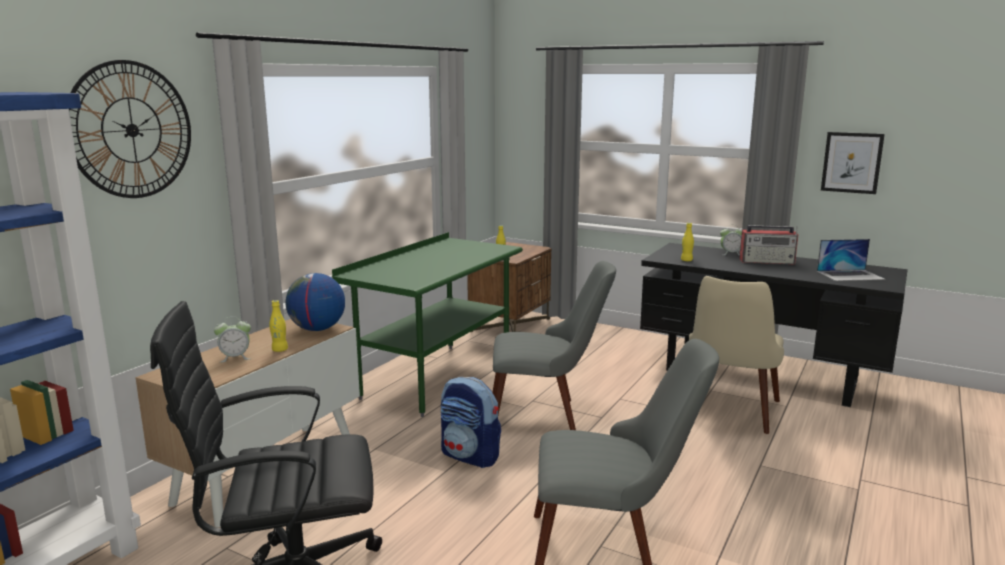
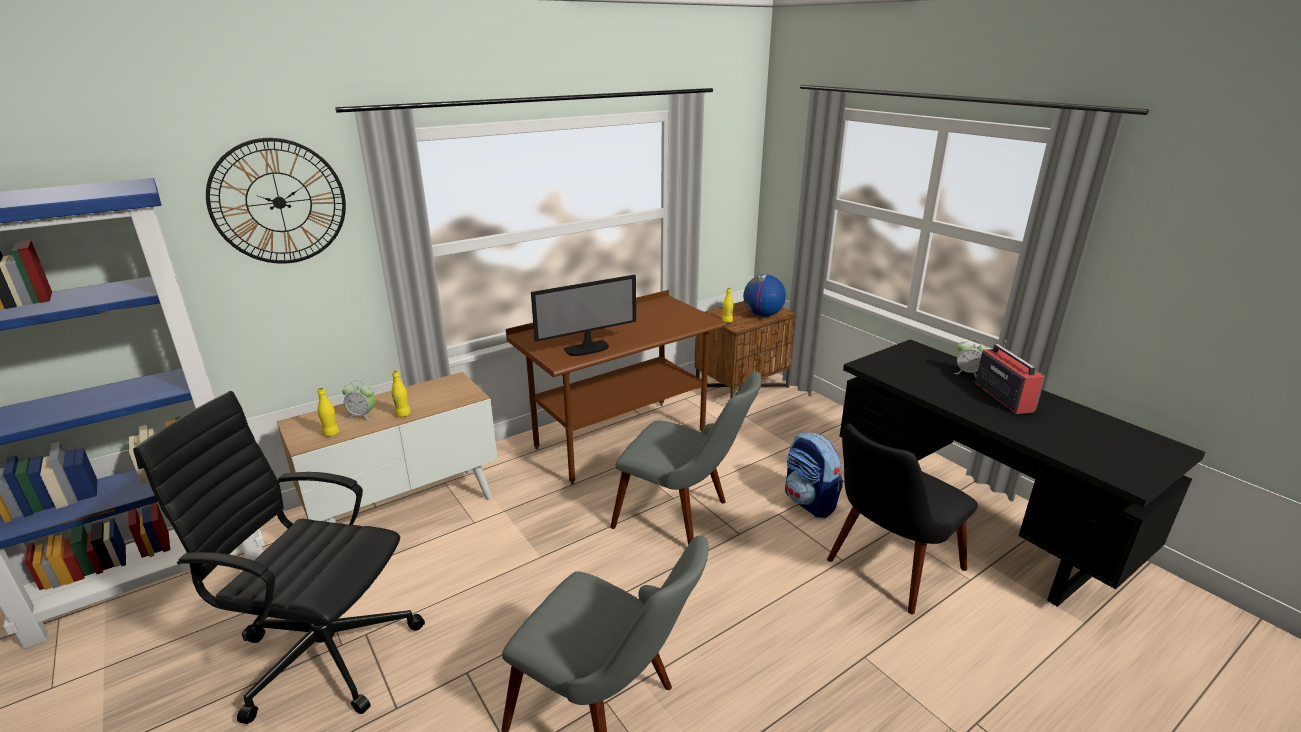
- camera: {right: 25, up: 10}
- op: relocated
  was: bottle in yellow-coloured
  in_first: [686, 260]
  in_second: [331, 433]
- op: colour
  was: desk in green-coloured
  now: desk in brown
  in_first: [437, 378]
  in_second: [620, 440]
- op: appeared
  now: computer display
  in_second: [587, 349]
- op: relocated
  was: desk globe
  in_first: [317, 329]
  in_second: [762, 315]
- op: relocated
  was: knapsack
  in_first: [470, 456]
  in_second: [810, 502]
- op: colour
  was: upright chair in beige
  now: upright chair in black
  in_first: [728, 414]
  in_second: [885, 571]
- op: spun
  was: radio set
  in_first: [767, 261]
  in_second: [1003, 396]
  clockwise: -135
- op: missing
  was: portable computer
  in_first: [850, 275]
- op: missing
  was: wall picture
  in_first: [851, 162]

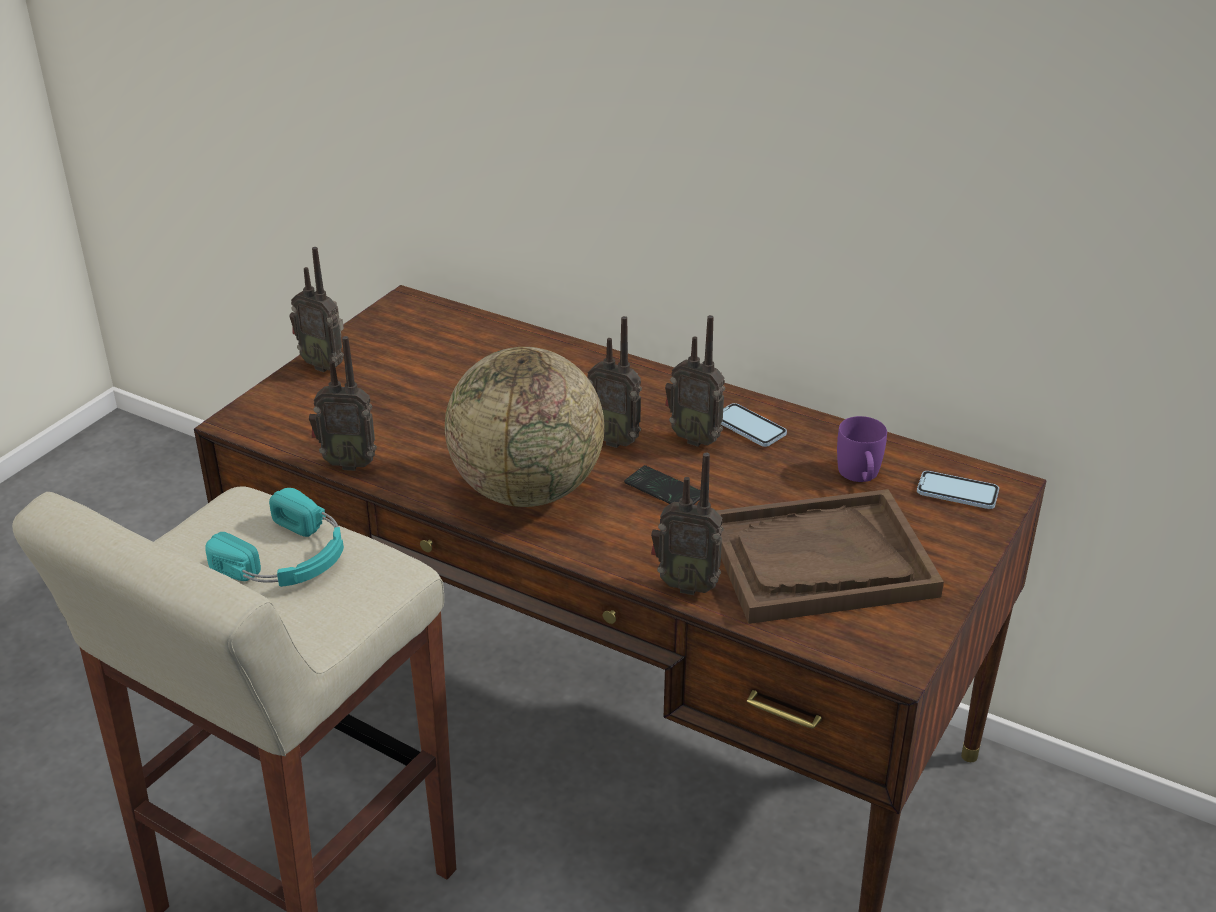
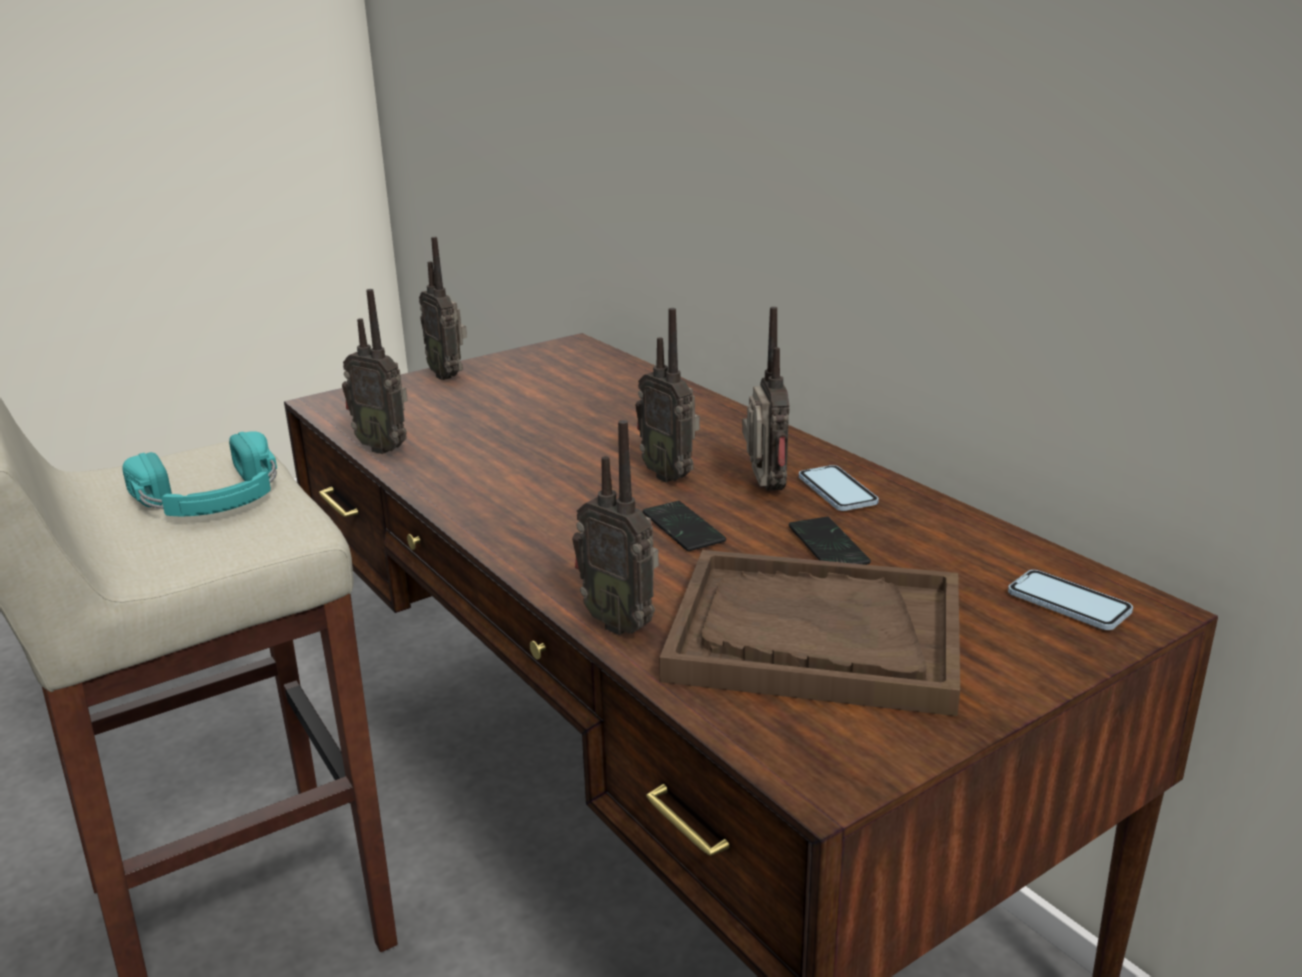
- camera: {right: 25, up: -10}
- op: spun
  was: radio set
  in_first: [695, 438]
  in_second: [764, 489]
  clockwise: -150
- op: appeared
  now: handset
  in_second: [828, 546]
- op: missing
  was: desk globe
  in_first: [527, 490]
- op: missing
  was: mug in purplish
  in_first: [860, 476]

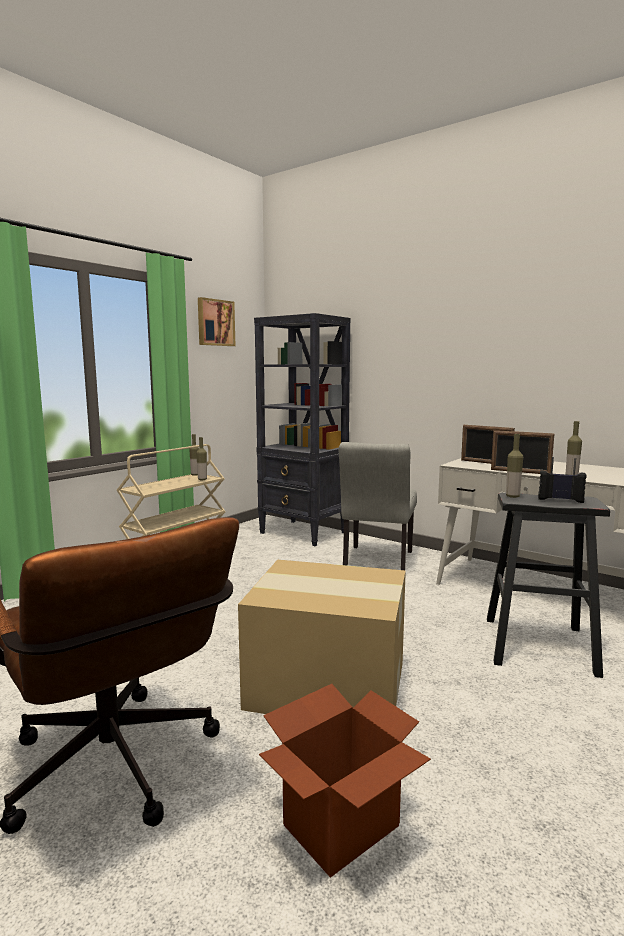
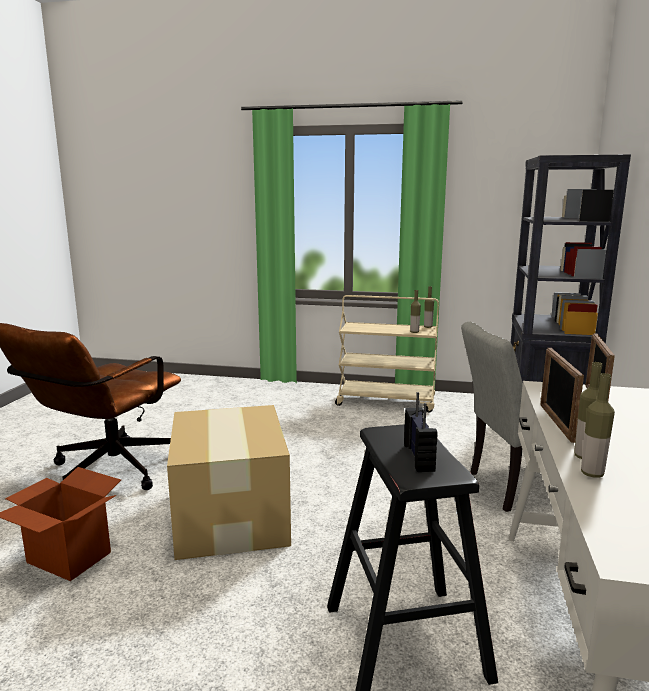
- camera: {right: 65, up: 5}
- op: relocated
  was: bottle
  in_first: [512, 496]
  in_second: [592, 473]
- op: missing
  was: wall picture
  in_first: [215, 322]

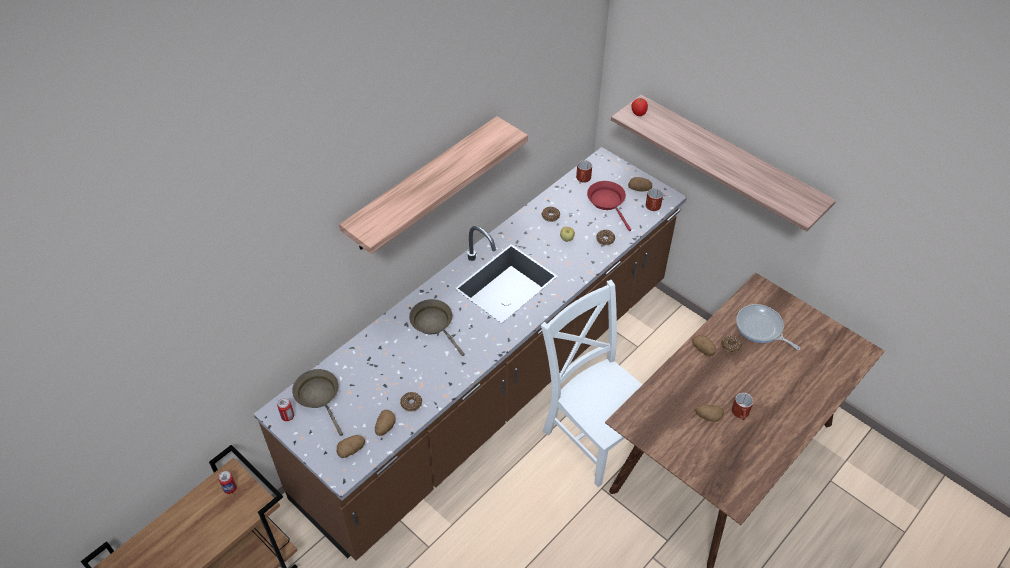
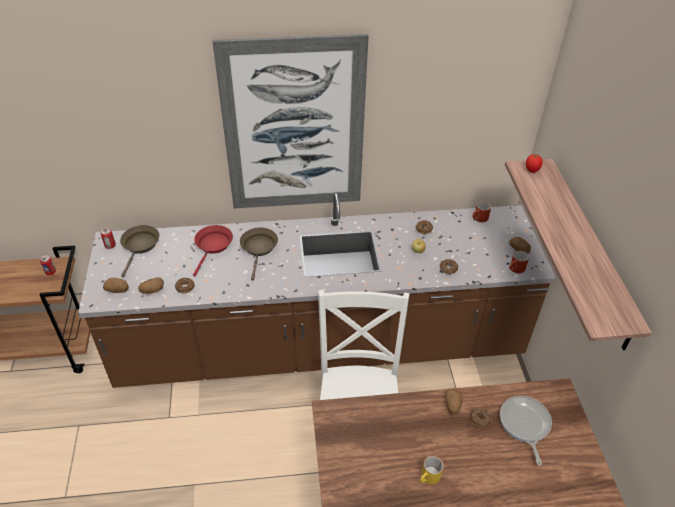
- camera: {right: 40, up: -5}
- op: relocated
  was: skillet in reddish
  in_first: [608, 202]
  in_second: [213, 246]
- op: exchanged
  was: bracket shelf
  now: wall picture
  in_first: [423, 185]
  in_second: [294, 128]
- op: colour
  was: mug in reddish
  now: mug in yellow-coloured
  in_first: [741, 414]
  in_second: [428, 478]
- op: missing
  was: potato
  in_first: [708, 416]

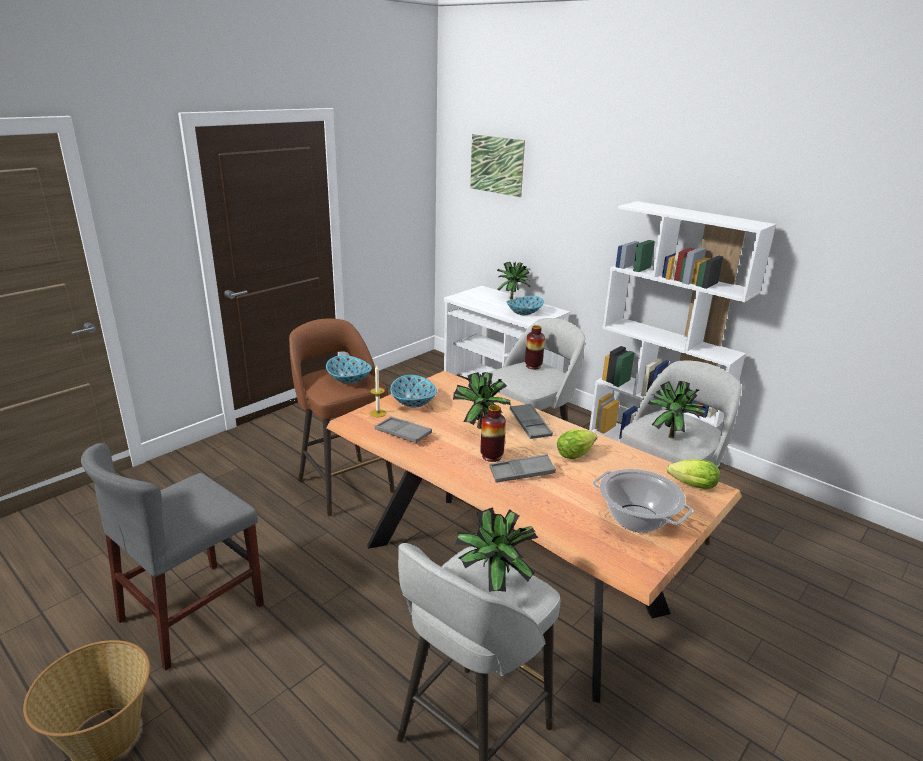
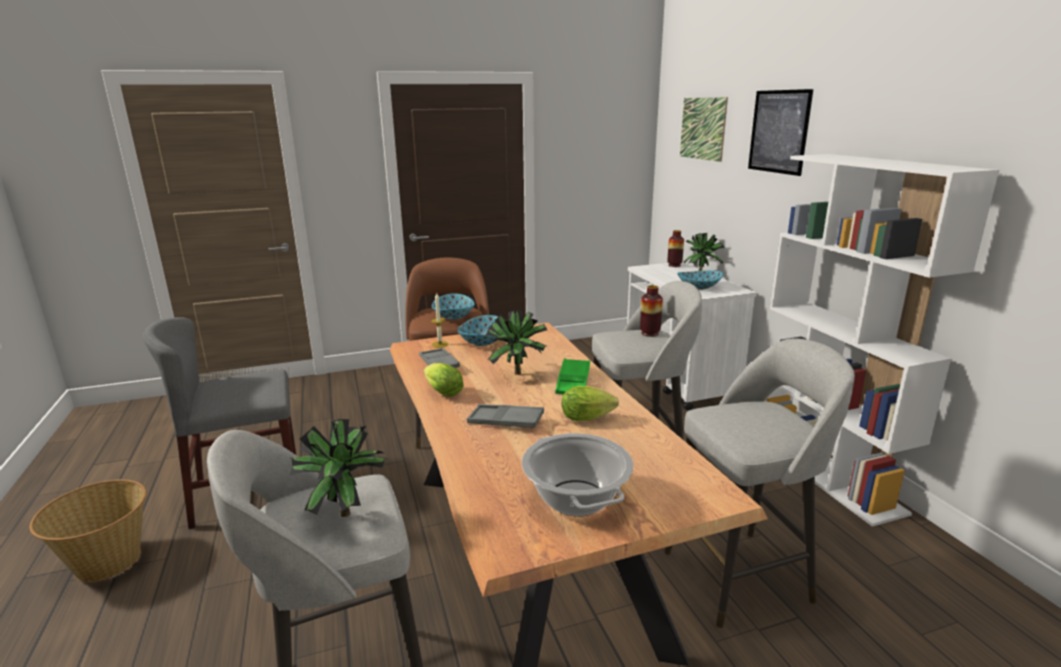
- camera: {right: 30, up: -5}
- op: relocated
  was: head of lettuce
  in_first: [690, 485]
  in_second: [441, 392]
- op: colour
  was: tray in gray
  now: tray in green-coloured
  in_first: [530, 425]
  in_second: [573, 381]
- op: relocated
  was: vase
  in_first: [491, 456]
  in_second: [674, 265]
- op: appeared
  now: wall picture
  in_second: [779, 131]
- op: missing
  was: houseplant
  in_first: [670, 435]

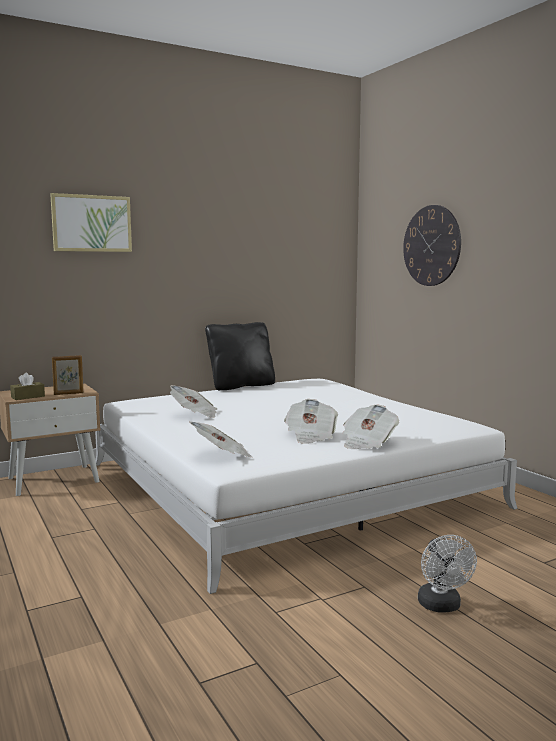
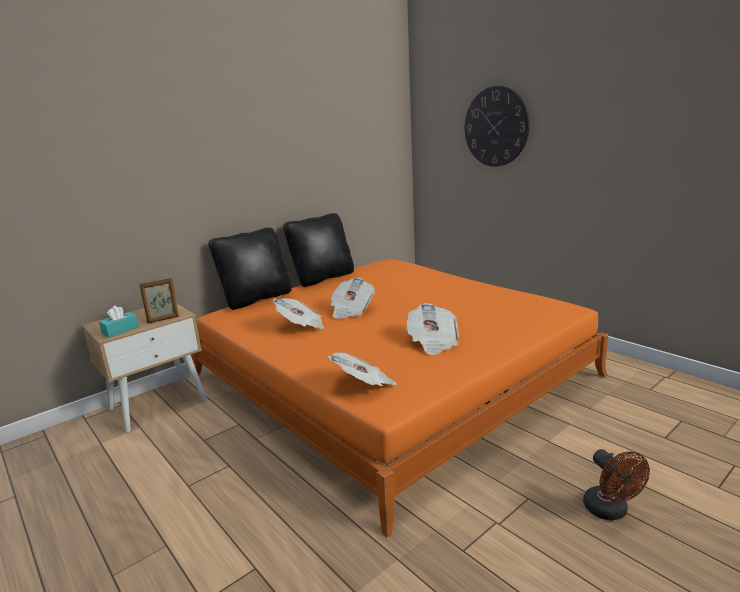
- camera: {right: -10, up: 10}
- op: colour
  was: box of tissues in brown
  now: box of tissues in turquoise-coloured
  in_first: [28, 397]
  in_second: [120, 330]
- op: colour
  was: bed in white-coloured
  now: bed in orange-coloured
  in_first: [284, 484]
  in_second: [390, 376]
- op: appeared
  now: pillow in black
  in_second: [256, 299]
- op: relocated
  was: newspaper
  in_first: [367, 443]
  in_second: [351, 310]
- op: colour
  was: cooling fan in white-coloured
  now: cooling fan in brown
  in_first: [442, 606]
  in_second: [610, 511]
- op: missing
  was: wall picture
  in_first: [92, 223]

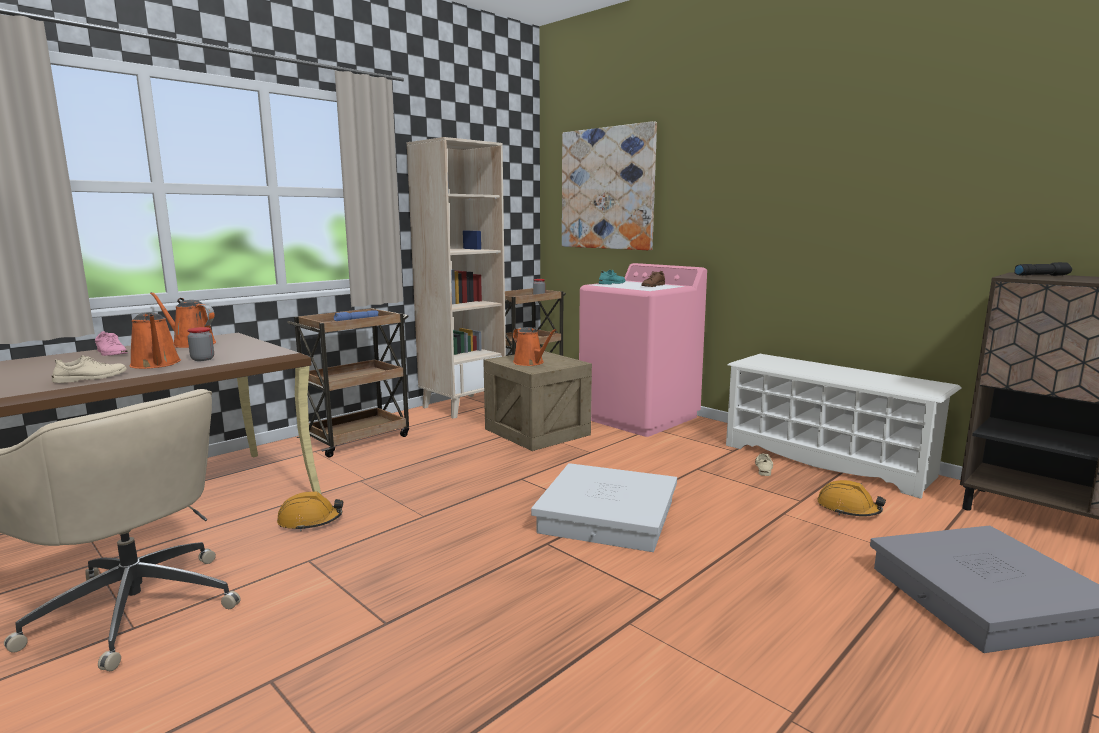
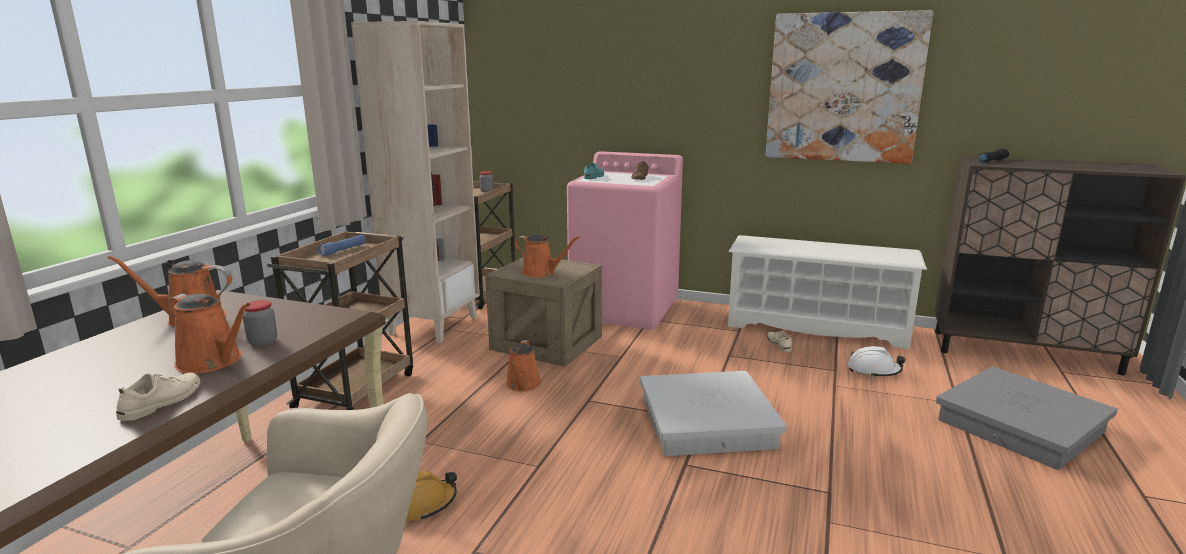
- camera: {right: -25, up: 5}
- op: appeared
  now: watering pot in orange-coloured
  in_second: [522, 385]
- op: relocated
  was: wall picture
  in_first: [607, 189]
  in_second: [843, 88]
- op: colour
  was: safety helmet in orange-coloured
  now: safety helmet in white-coloured
  in_first: [848, 509]
  in_second: [873, 370]
- op: missing
  was: item of footwear in pink-coloured
  in_first: [112, 353]

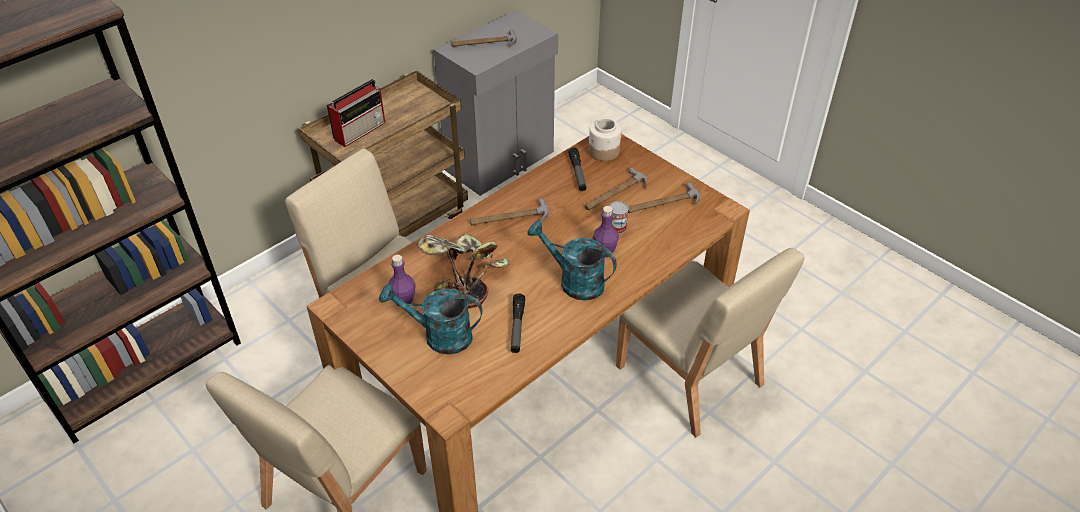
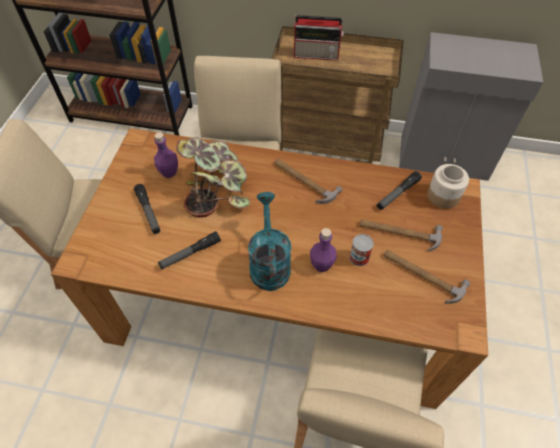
- camera: {right: 55, up: 10}
- op: exchanged
  was: watering pot in turquoise-coloured
  now: hand torch
  in_first: [439, 336]
  in_second: [148, 212]
- op: missing
  was: hand hammer
  in_first: [484, 43]

